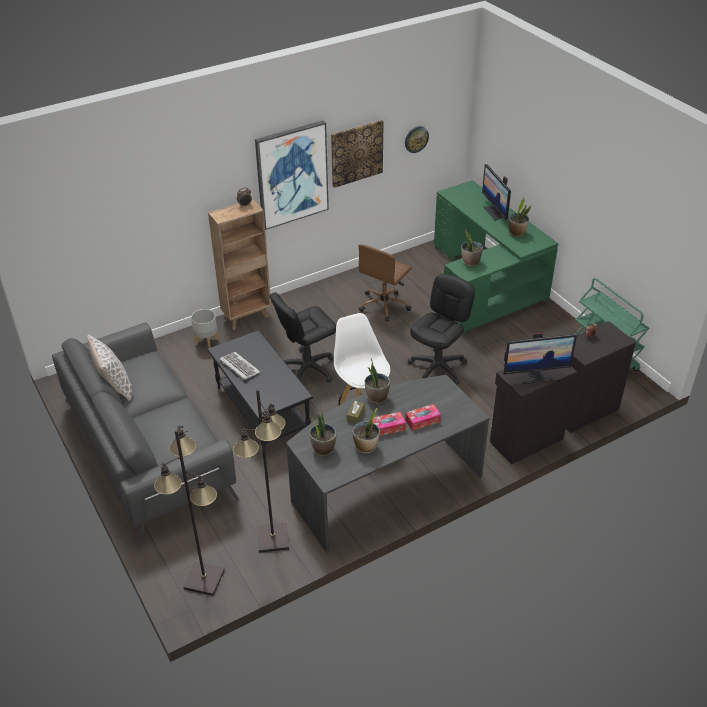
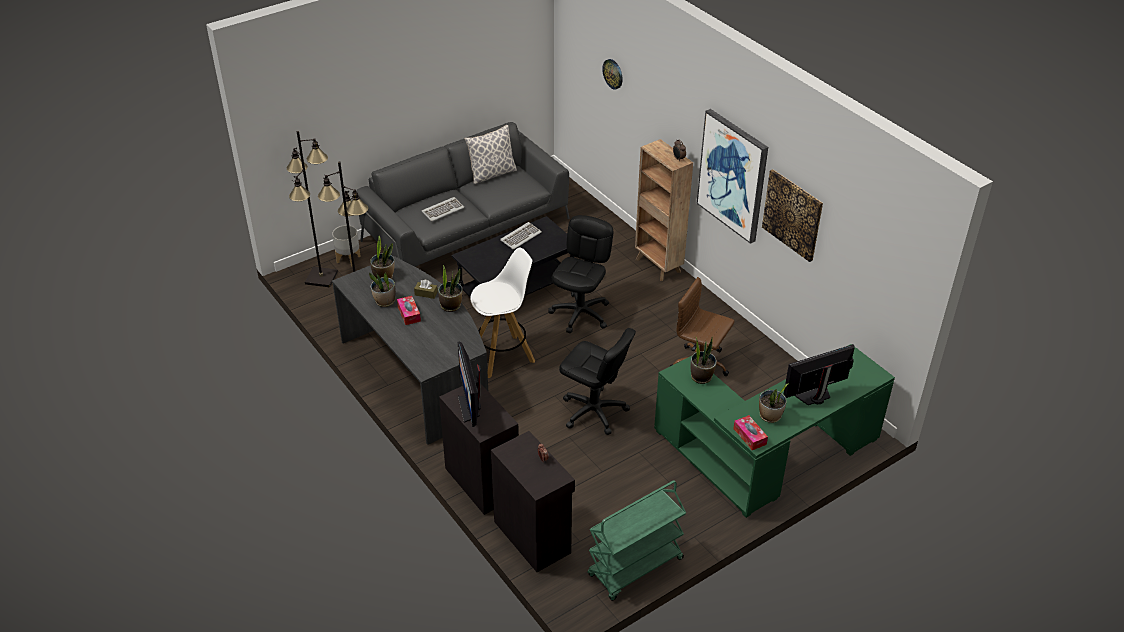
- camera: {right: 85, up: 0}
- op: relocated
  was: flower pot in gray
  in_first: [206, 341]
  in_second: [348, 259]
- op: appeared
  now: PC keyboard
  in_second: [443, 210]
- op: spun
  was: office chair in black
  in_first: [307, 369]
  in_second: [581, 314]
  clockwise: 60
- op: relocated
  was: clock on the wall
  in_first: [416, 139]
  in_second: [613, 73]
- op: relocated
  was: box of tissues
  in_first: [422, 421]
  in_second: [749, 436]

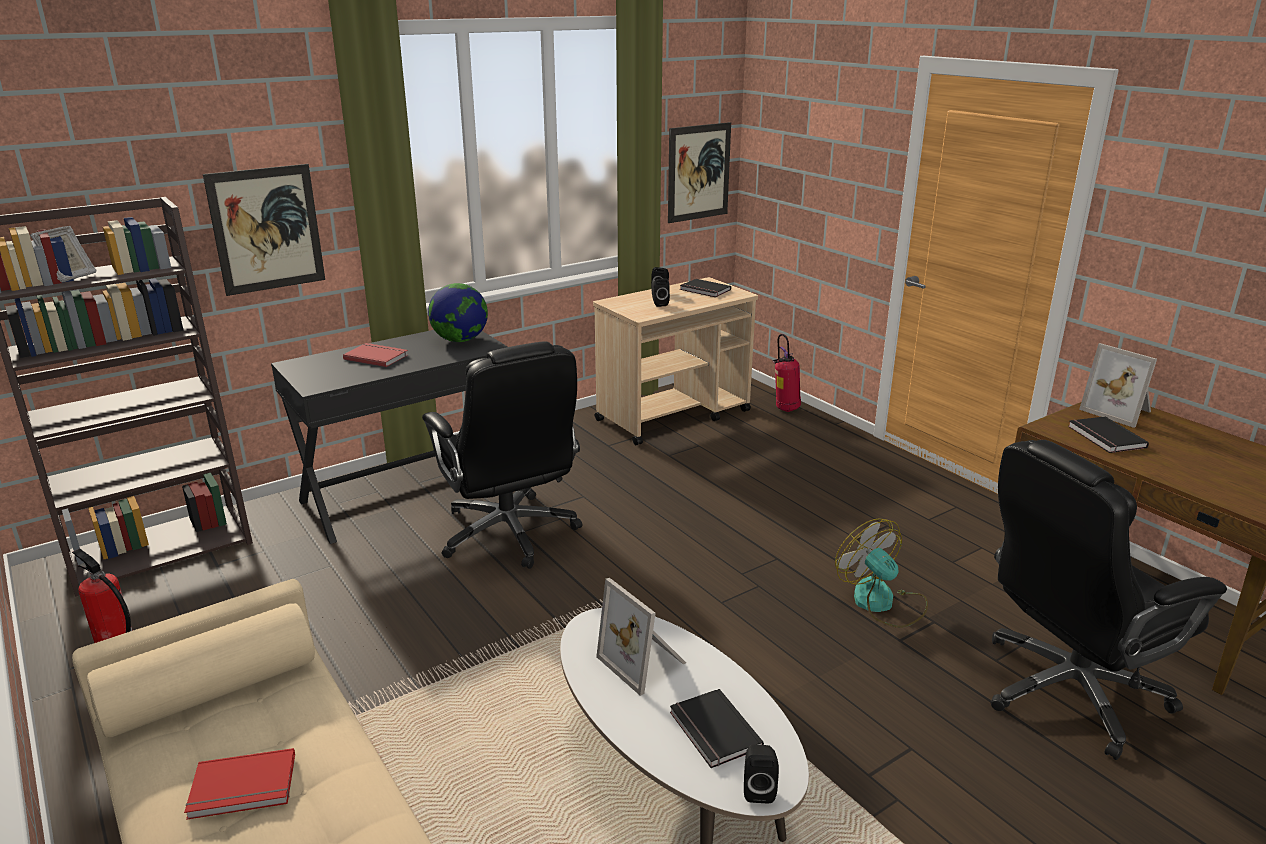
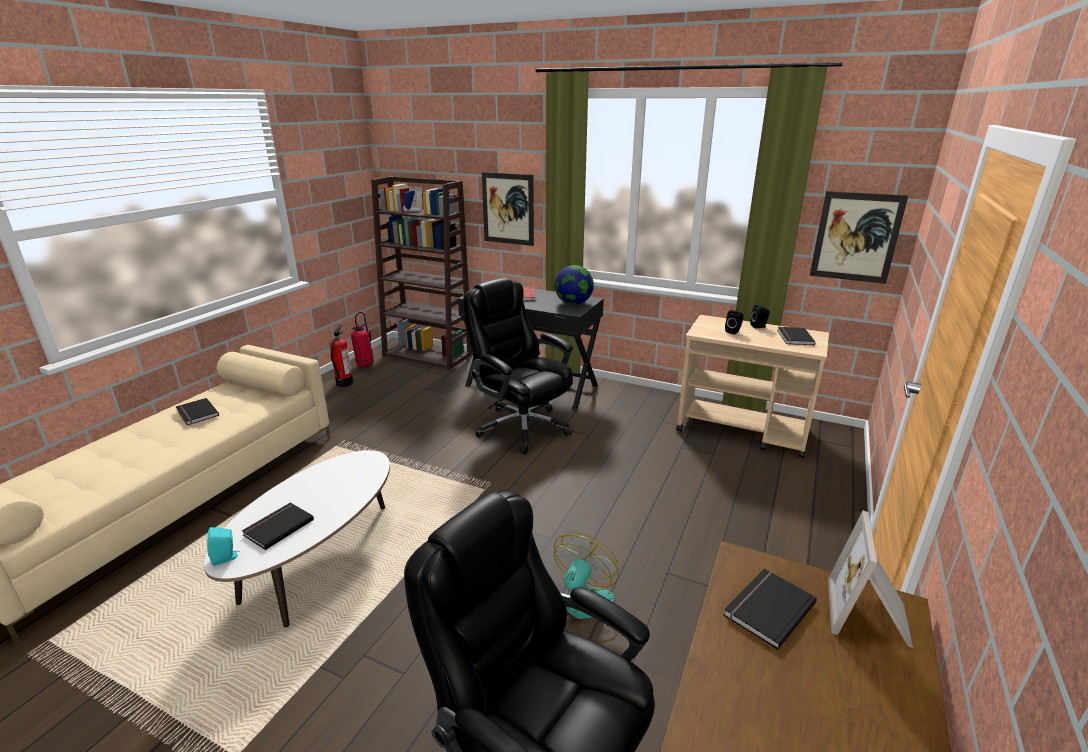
- camera: {right: 60, up: 0}
- op: colour
  was: volume in reddish
  now: volume in black
  in_first: [243, 788]
  in_second: [196, 413]
- op: colour
  was: audio speaker in black
  now: audio speaker in turquoise-coloured
  in_first: [758, 789]
  in_second: [226, 558]
- op: relocated
  was: fire extinguisher
  in_first: [785, 409]
  in_second: [365, 365]
- op: spun
  was: office chair in black
  in_first: [509, 533]
  in_second: [521, 427]
  clockwise: 105
- op: missing
  was: standing frame
  in_first: [645, 661]

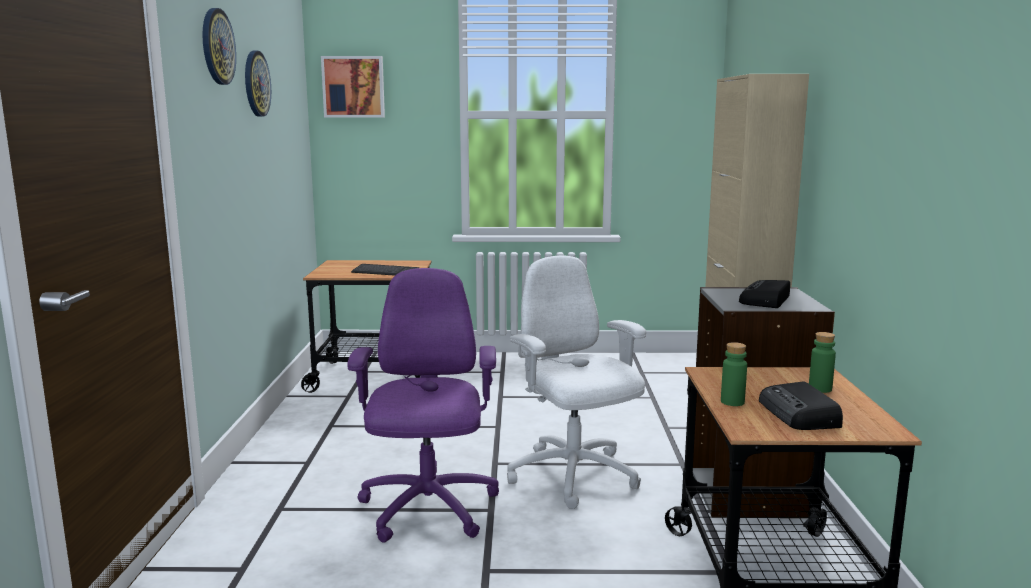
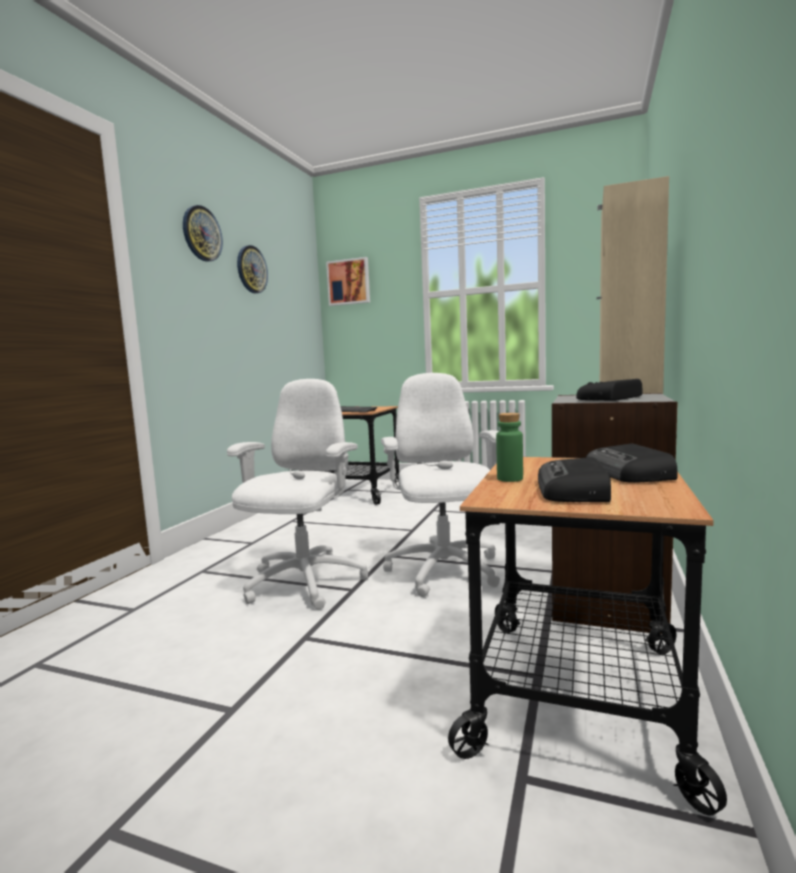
- camera: {right: 20, up: -5}
- op: colour
  was: office chair in purplish
  now: office chair in white-coloured
  in_first: [428, 510]
  in_second: [303, 584]
- op: exchanged
  was: bottle in green-coloured
  now: radio set
  in_first: [820, 389]
  in_second: [629, 473]

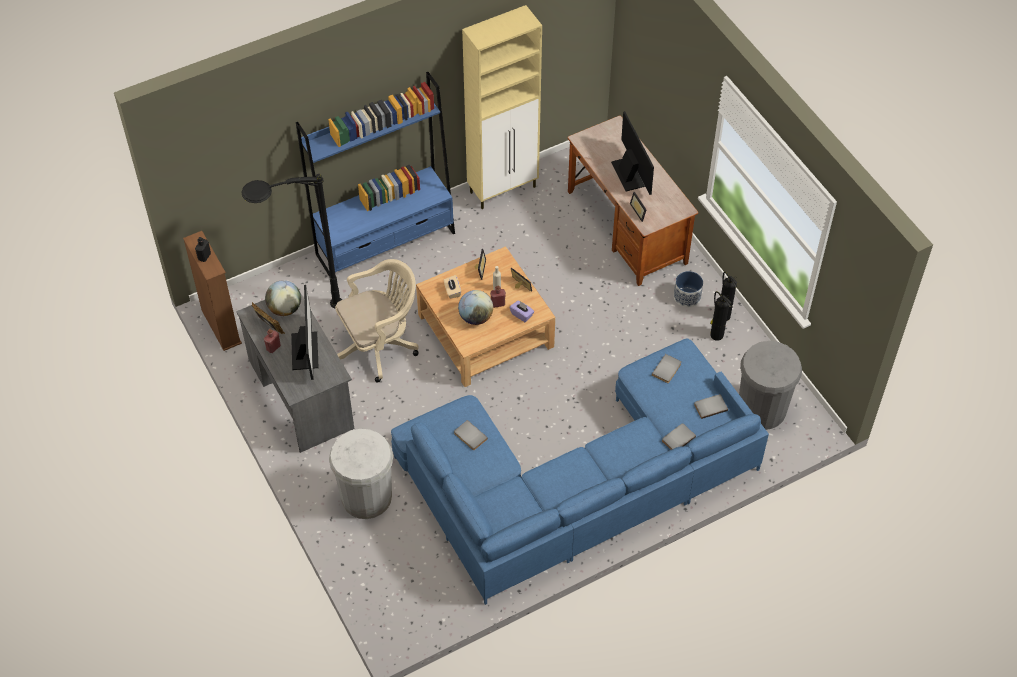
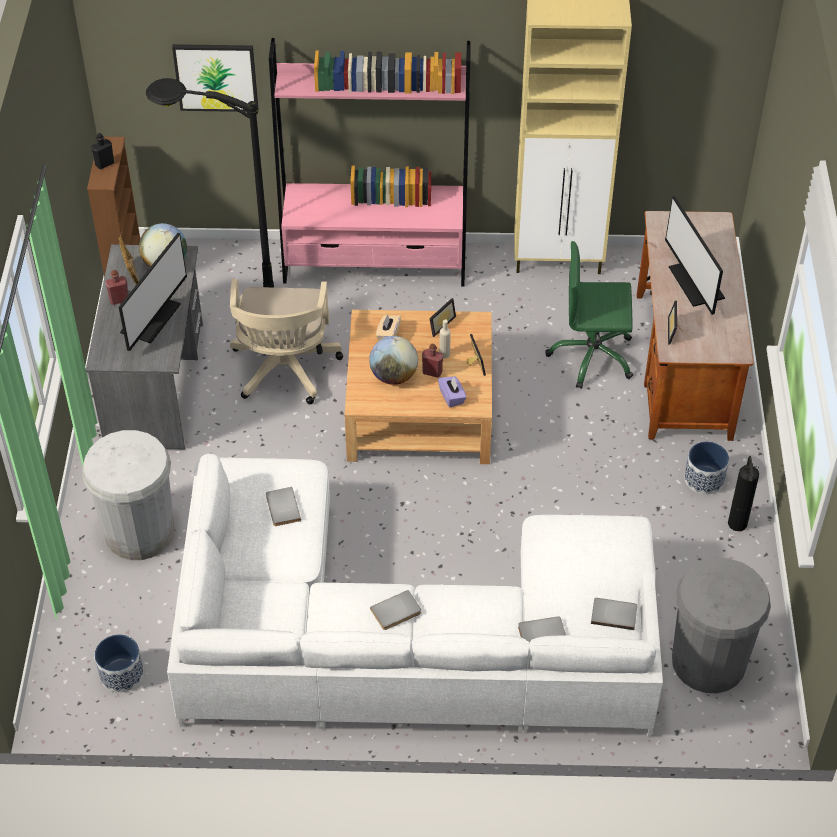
- camera: {right: 30, up: -5}
- op: appeared
  now: flower pot
  in_second: [122, 674]
- op: colour
  was: couch in blue-coloured
  now: couch in white-coloured
  in_first: [578, 483]
  in_second: [400, 638]
- op: appeared
  now: wall picture
  in_second: [216, 77]
- op: spun
  was: office chair in beige
  in_first: [380, 345]
  in_second: [284, 372]
  clockwise: 90
- op: colour
  was: shelving unit in blue-coloured
  now: shelving unit in pink-coloured
  in_first: [386, 244]
  in_second: [375, 264]
- op: relocated
  was: volume in gray
  in_first: [667, 370]
  in_second: [396, 612]
- op: appeared
  now: office chair in green-coloured
  in_second: [592, 357]
- op: spun
  was: computer display
  in_first: [630, 173]
  in_second: [695, 283]
  clockwise: 150
- op: missing
  was: fire extinguisher
  in_first: [716, 334]

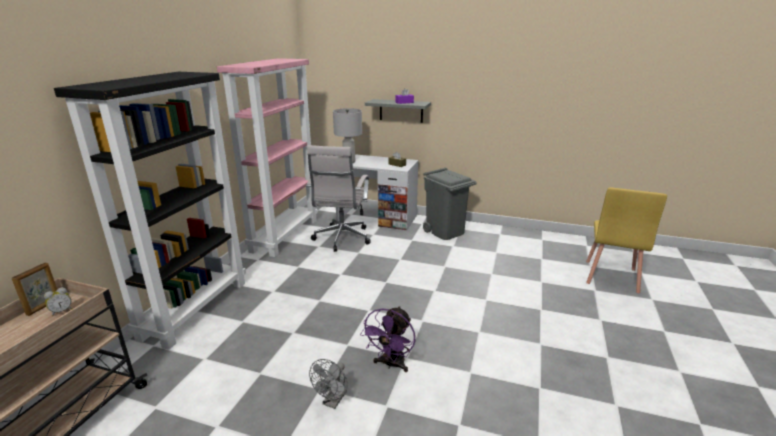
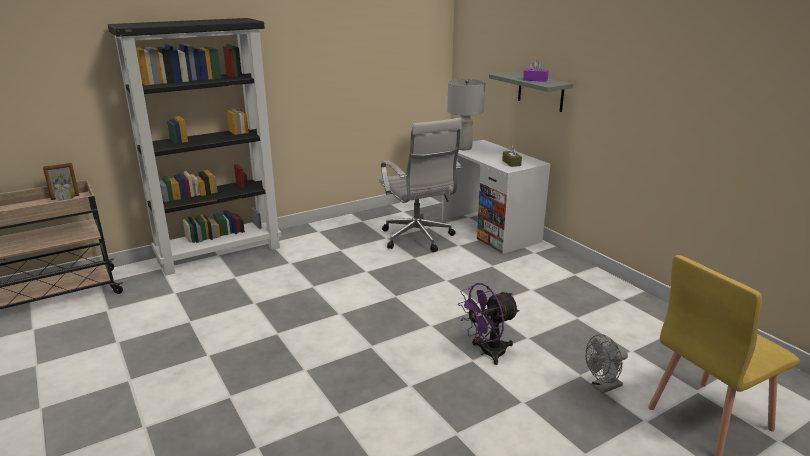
- camera: {right: 40, up: 0}
- op: spun
  was: office chair in white-coloured
  in_first: [341, 239]
  in_second: [418, 239]
  clockwise: -75
- op: relocated
  was: cooling fan in purplish
  in_first: [391, 364]
  in_second: [487, 353]
- op: relocated
  was: cooling fan in gray
  in_first: [333, 401]
  in_second: [603, 387]
- op: missing
  was: shelving unit in pink-coloured
  in_first: [284, 235]
- op: missing
  was: trash can in gray
  in_first: [445, 231]

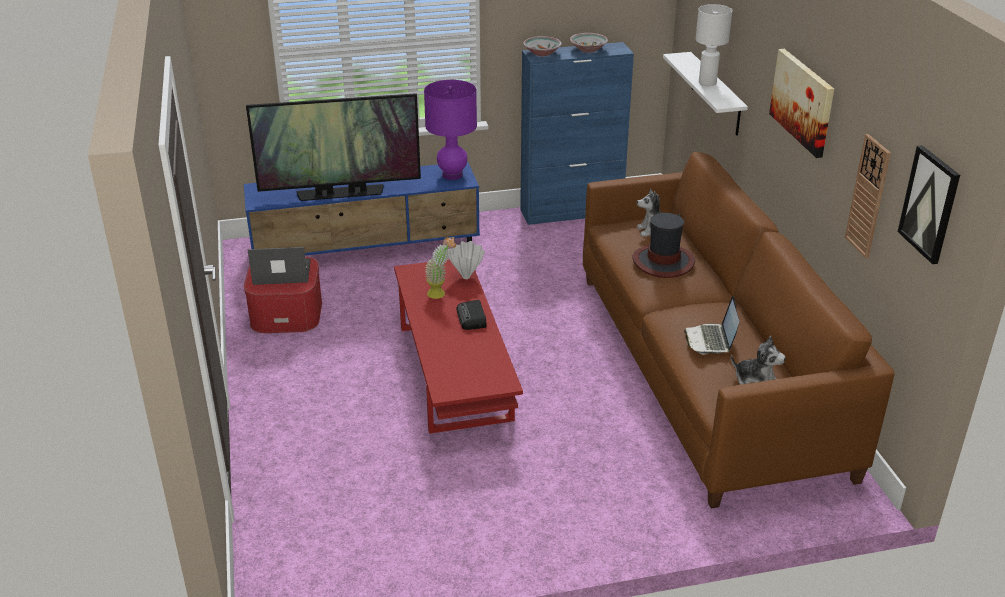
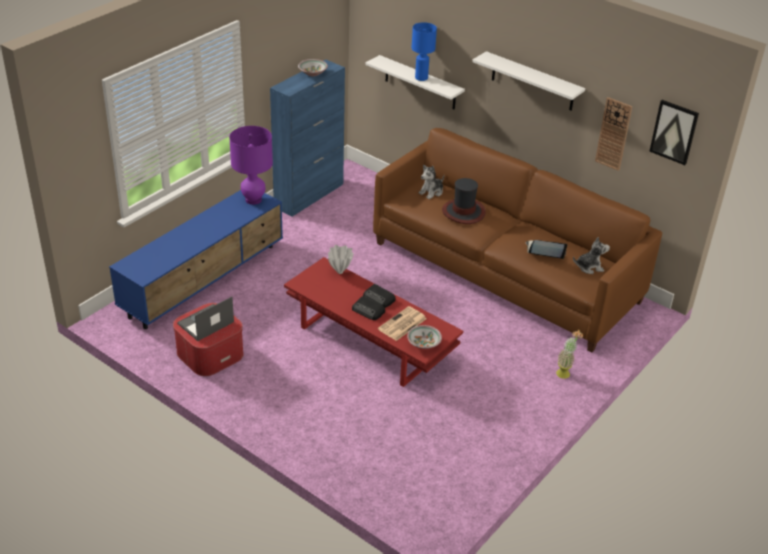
- camera: {right: -40, up: 5}
- op: appeared
  now: radio set
  in_second: [368, 311]
- op: appeared
  now: newspaper
  in_second: [402, 324]
- op: relocated
  was: bowl
  in_first: [541, 53]
  in_second: [423, 344]
- op: colour
  was: tabletop lamp in white-coloured
  now: tabletop lamp in blue-coloured
  in_first: [708, 83]
  in_second: [421, 78]
- op: exchanged
  was: wall picture
  now: bracket shelf in white-coloured
  in_first: [803, 101]
  in_second: [532, 82]
- op: spun
  was: portable computer
  in_first: [711, 340]
  in_second: [544, 252]
  clockwise: 135
- op: relocated
  was: houseplant
  in_first: [441, 293]
  in_second: [565, 372]
- op: missing
  was: TV
  in_first: [340, 193]

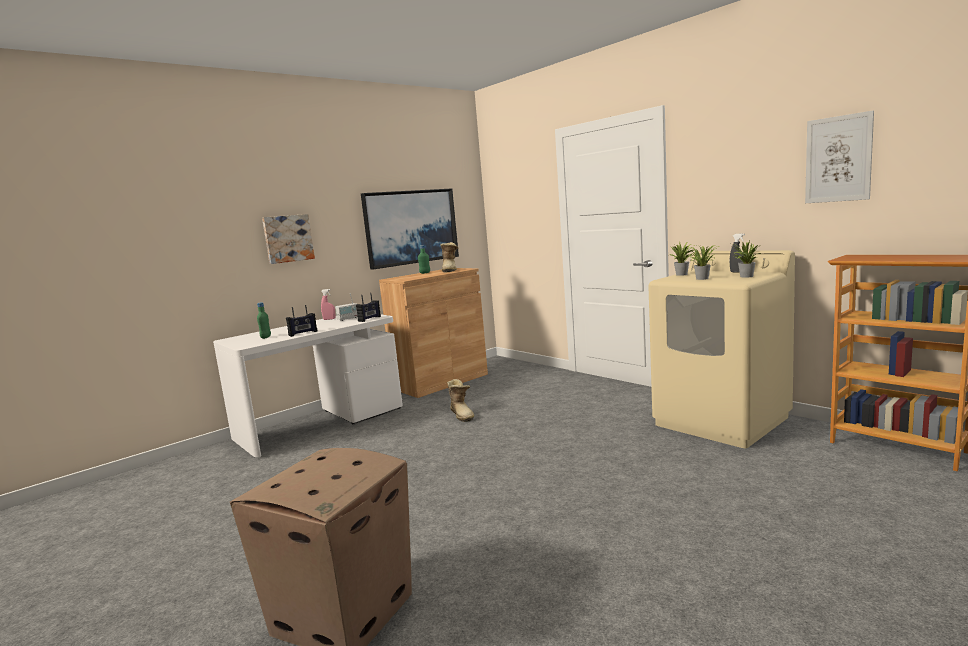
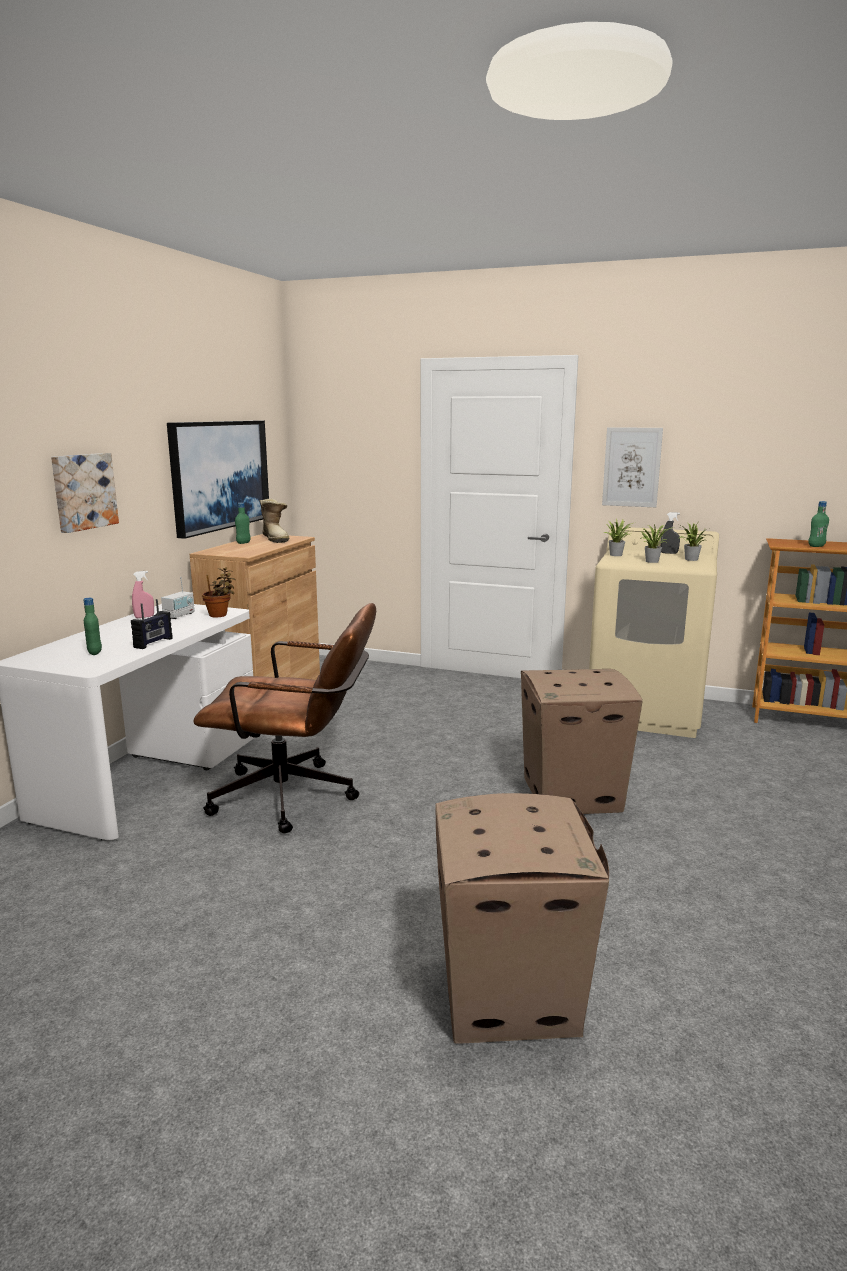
- camera: {right: -30, up: 5}
- op: appeared
  now: office chair in brown
  in_second: [296, 798]
- op: exchanged
  was: radio set
  now: houseplant
  in_first: [369, 319]
  in_second: [220, 615]
- op: appeared
  now: cardboard box
  in_second: [573, 794]
- op: relocated
  was: wall picture
  in_first: [838, 159]
  in_second: [631, 467]
- op: appeared
  now: bottle in green-coloured
  in_second: [816, 546]
- op: missing
  was: tall boot
  in_first: [462, 414]

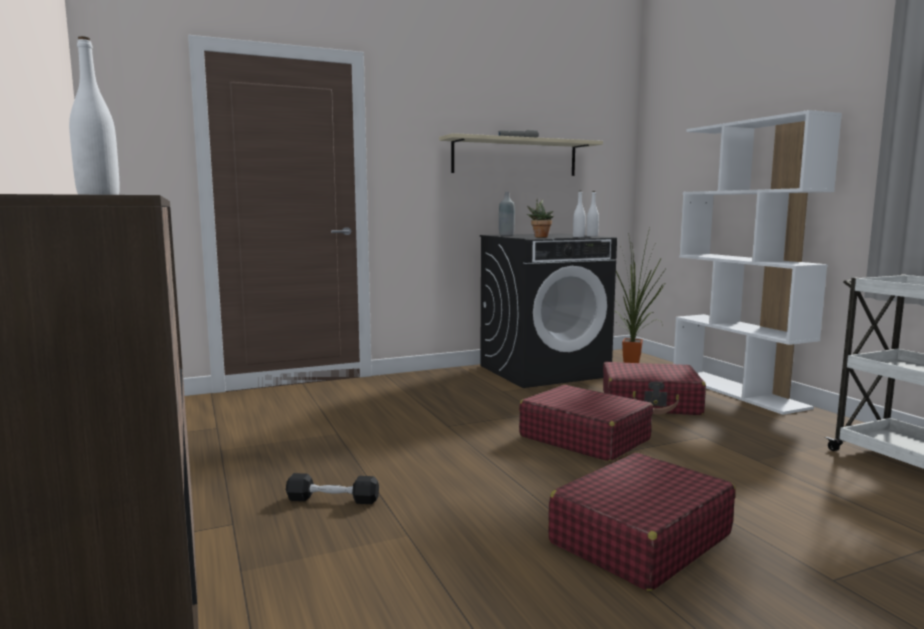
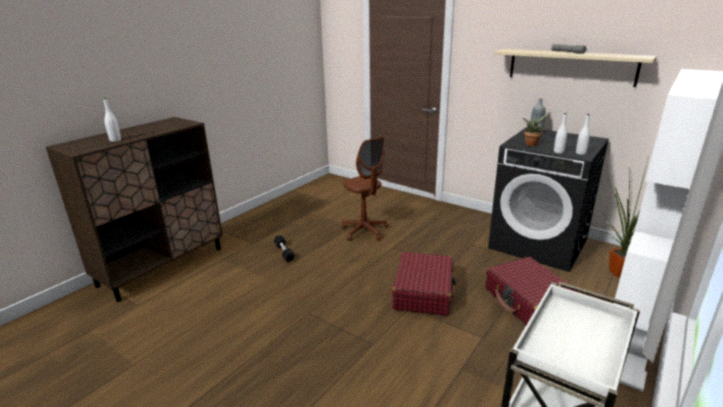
- camera: {right: 60, up: 15}
- op: appeared
  now: office chair in brown
  in_second: [364, 231]
- op: missing
  was: travel case in reddish
  in_first: [639, 539]

